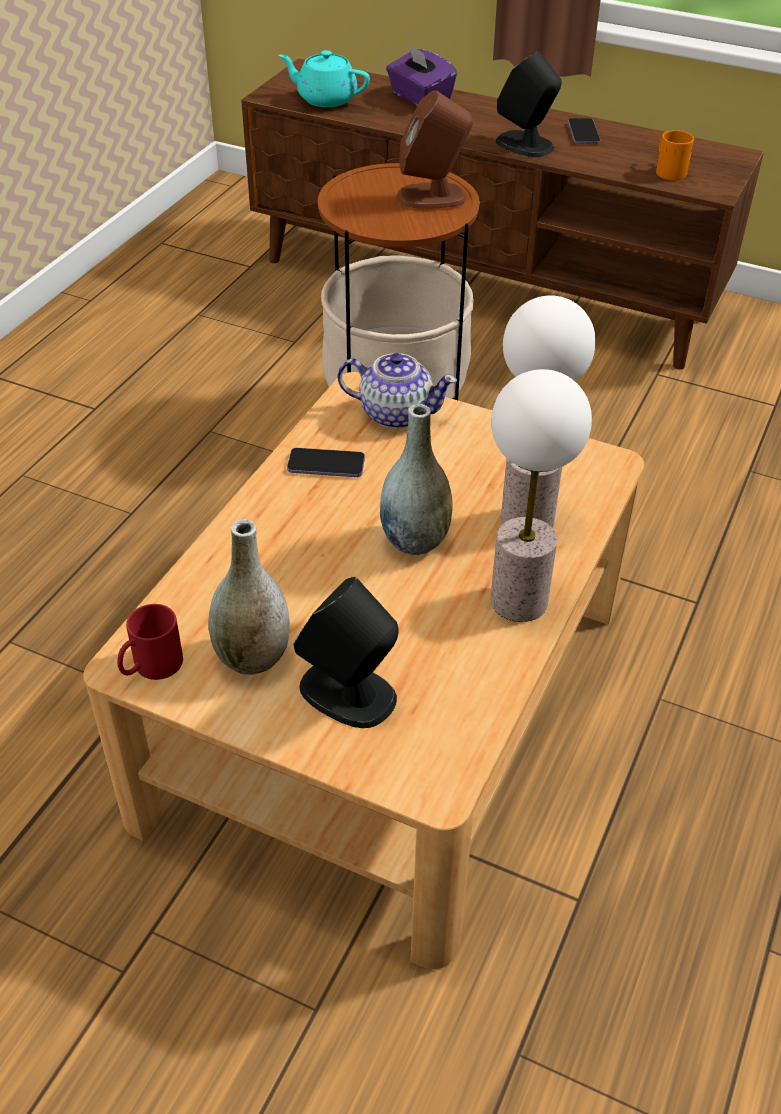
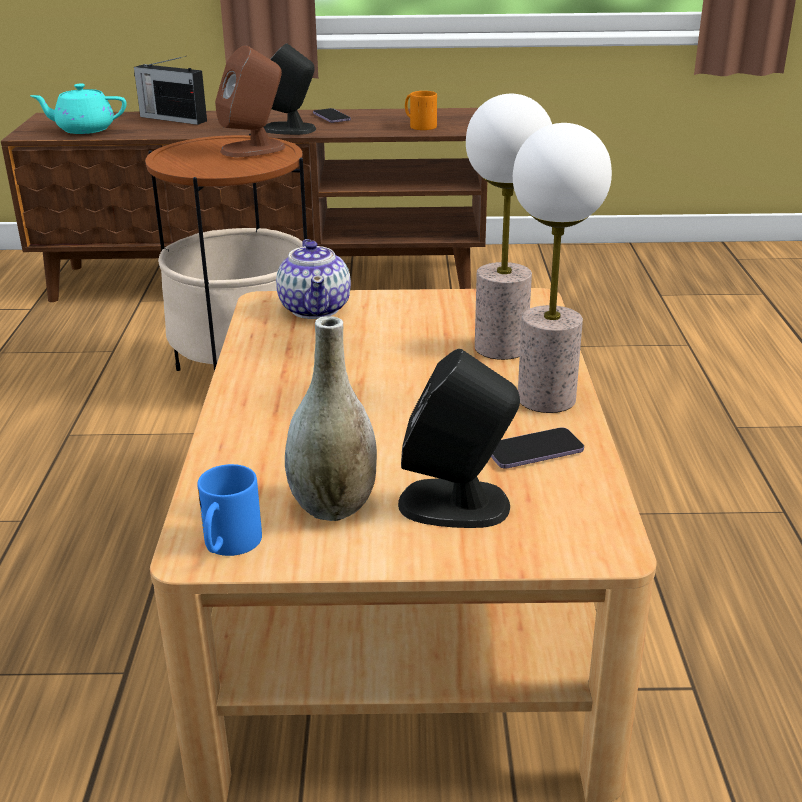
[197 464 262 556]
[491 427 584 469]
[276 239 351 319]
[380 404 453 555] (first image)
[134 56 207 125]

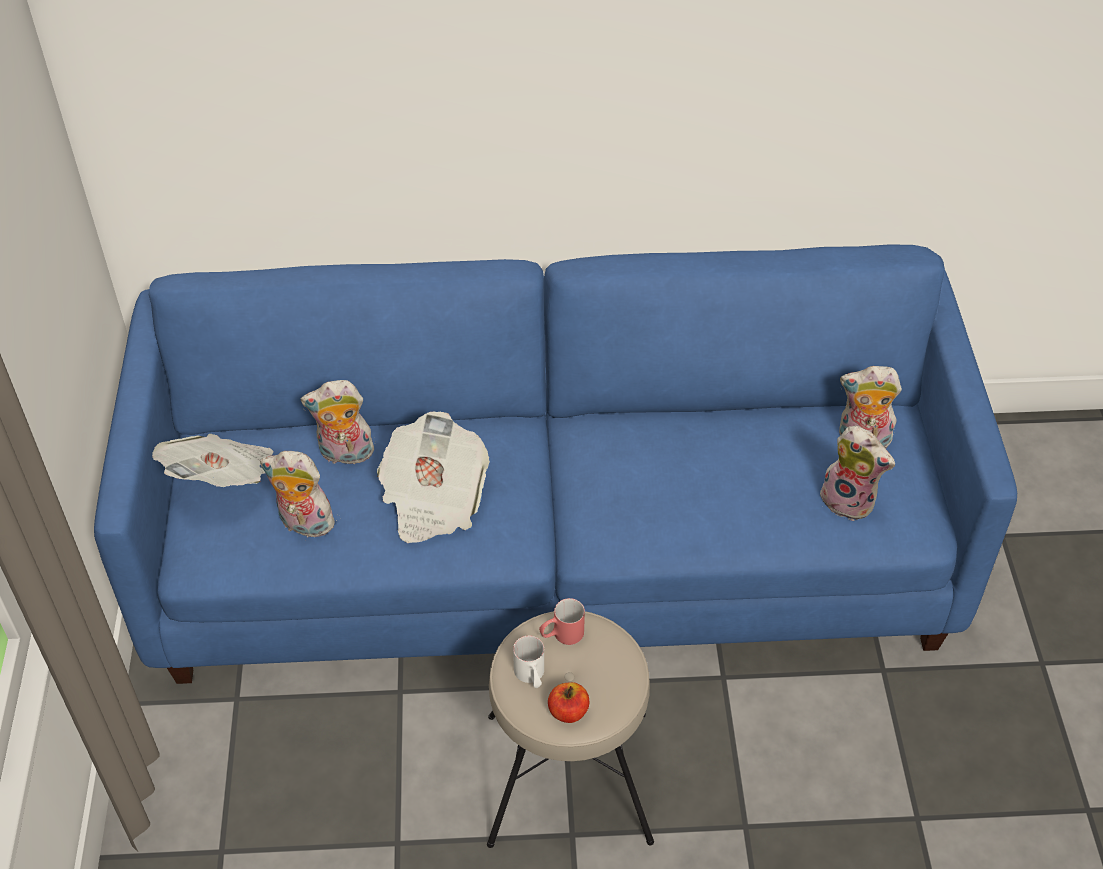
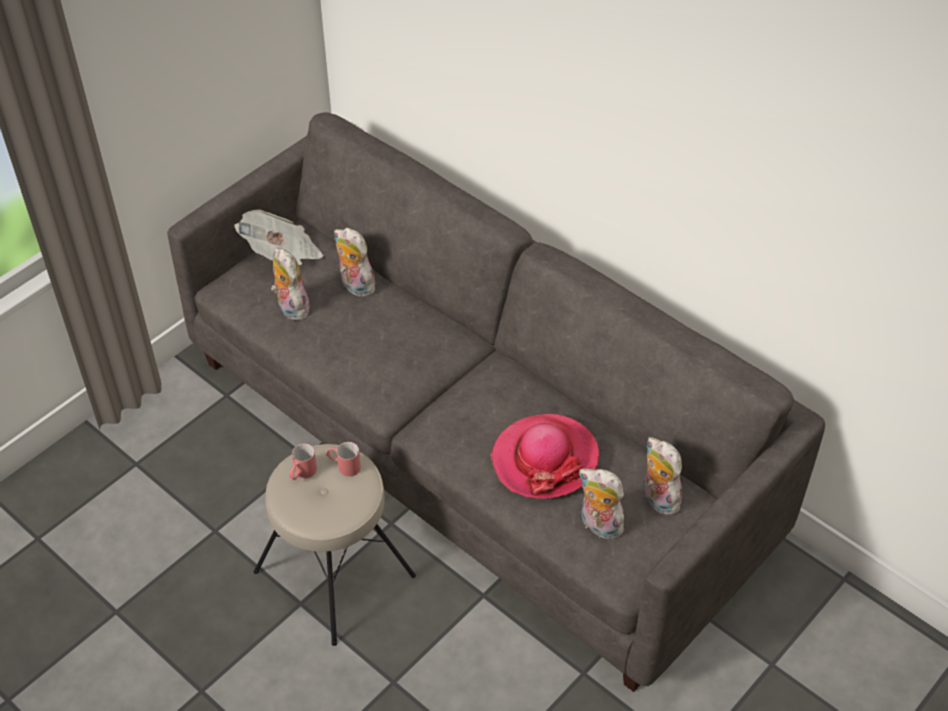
[167 112 825 692]
[377 411 490 543] (first image)
[289 444 317 480]
[548 682 589 723] (first image)
[579 469 624 540]
[491 414 599 499]

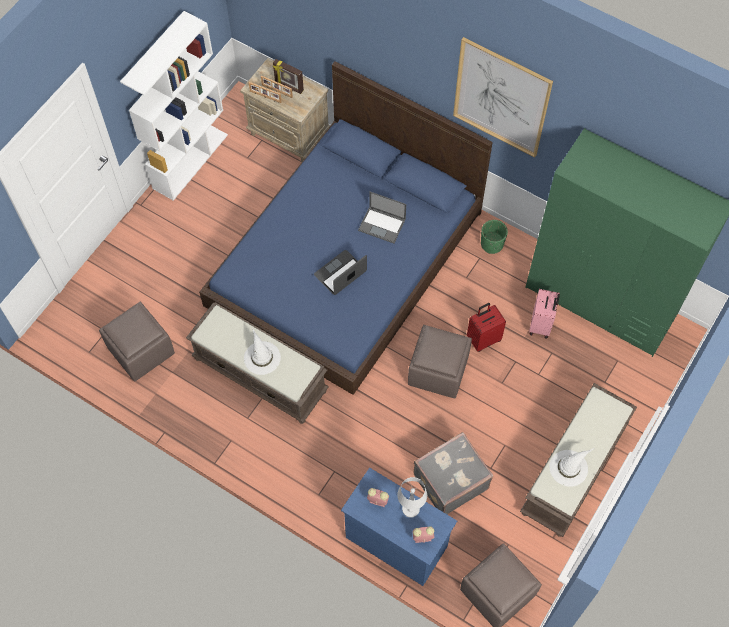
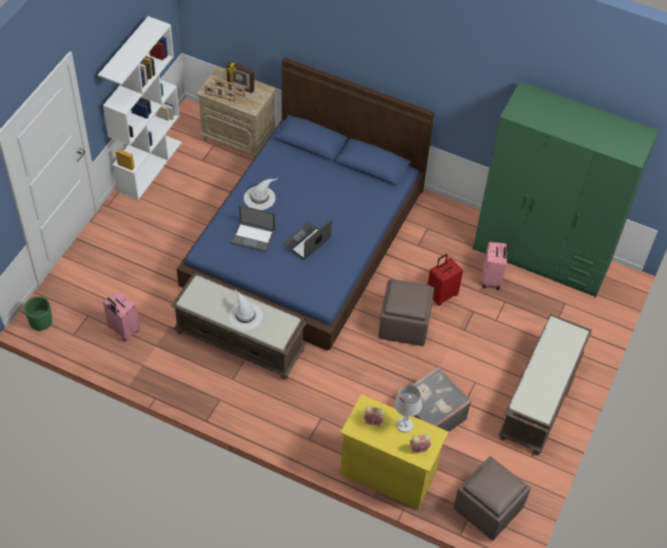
[103 291 140 341]
[340 394 449 509]
[231 205 275 252]
[453 37 553 157] (first image)
[24 296 52 331]
[244 178 278 210]

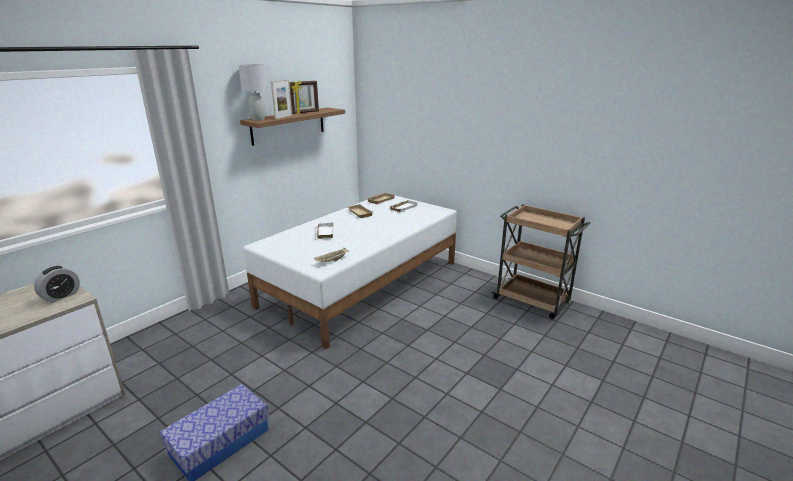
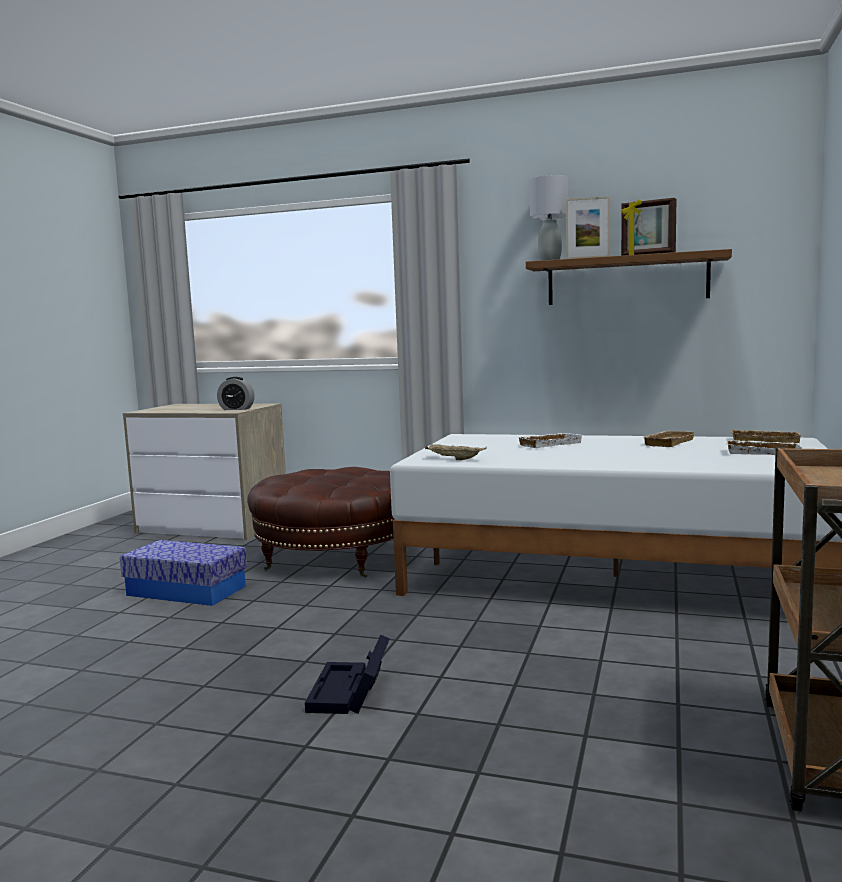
[247 467 394 578]
[305 634 390 714]

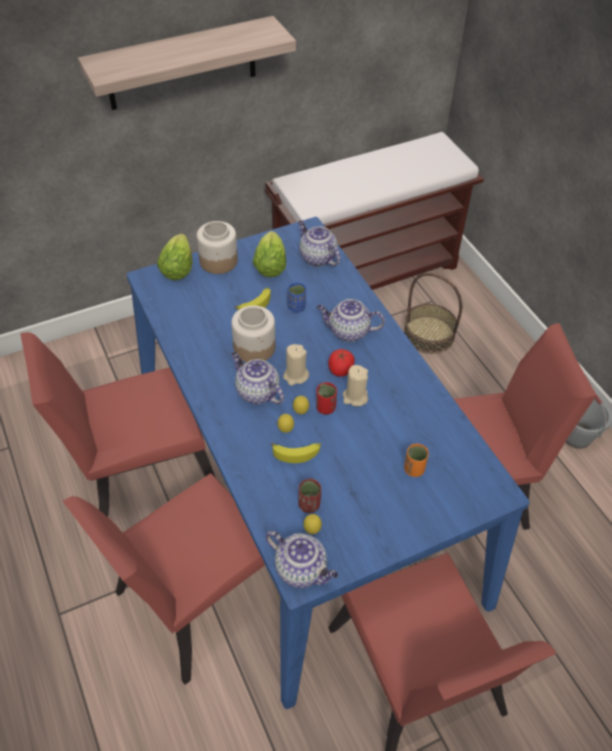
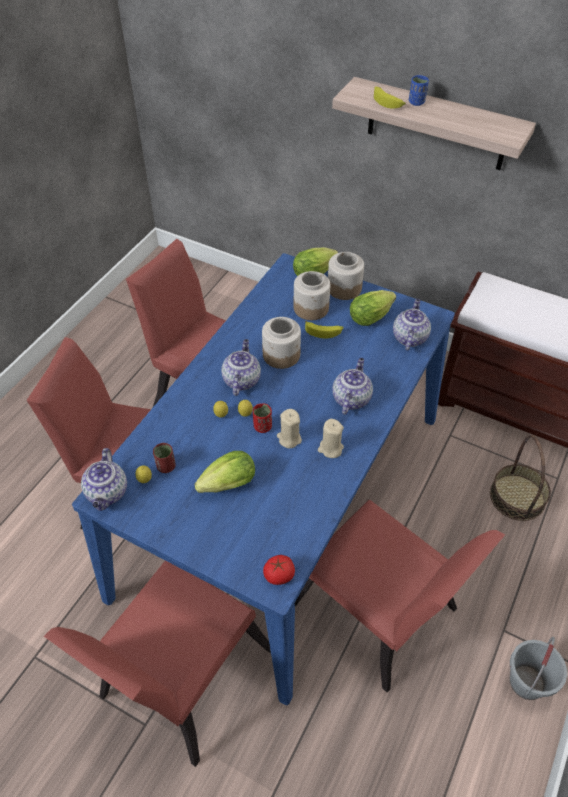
[374 86 406 109]
[318 419 344 458]
[409 75 429 106]
[333 358 373 415]
[263 555 295 585]
[404 444 429 477] (first image)
[195 451 255 493]
[294 271 330 320]

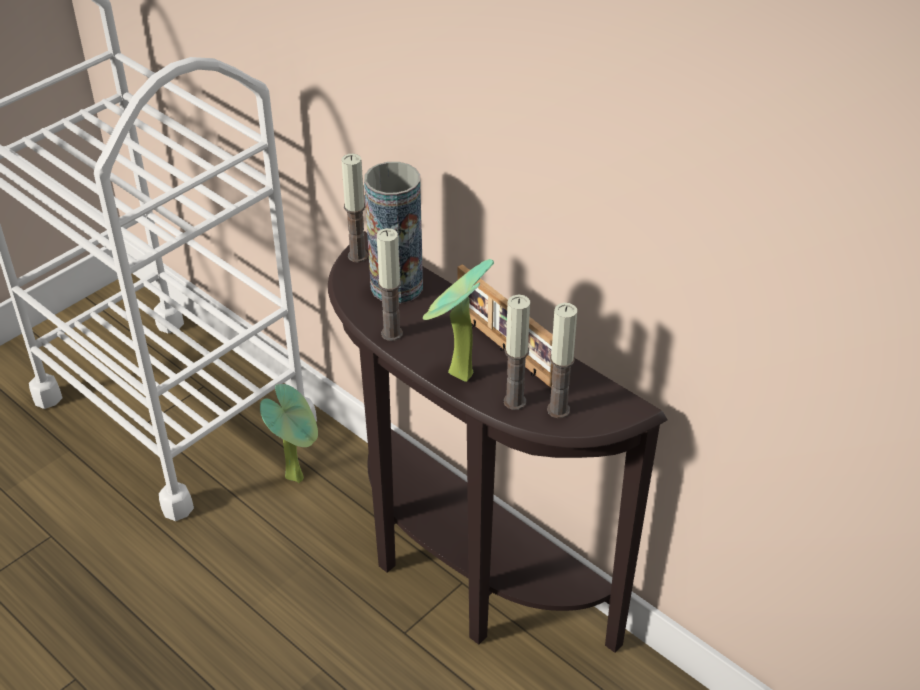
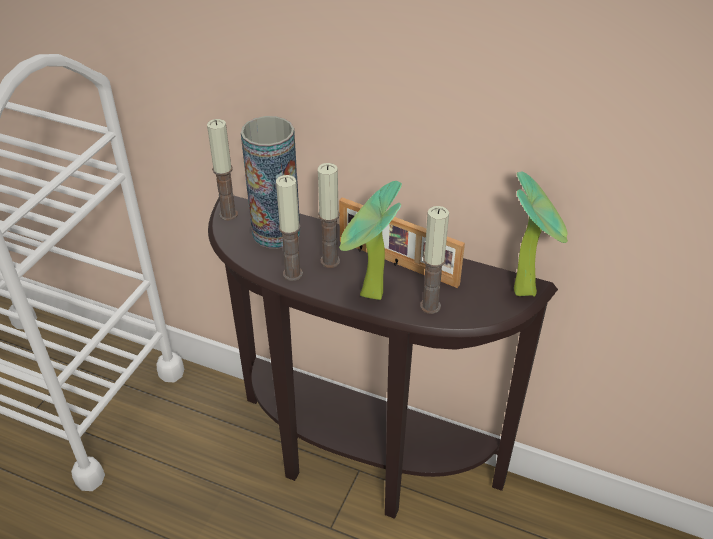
[514 172 568 297]
[318 163 340 268]

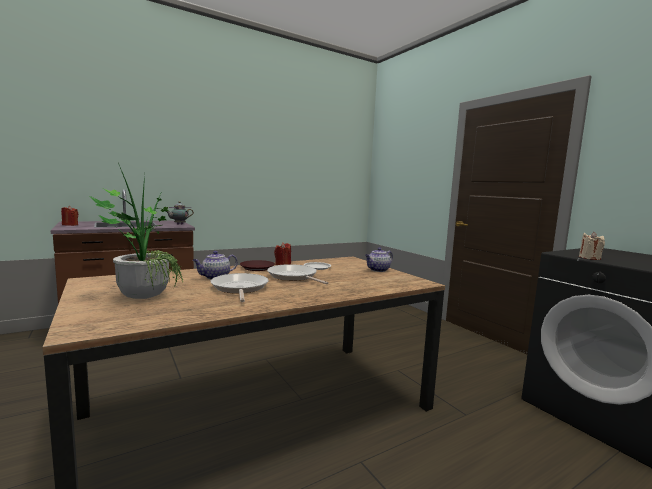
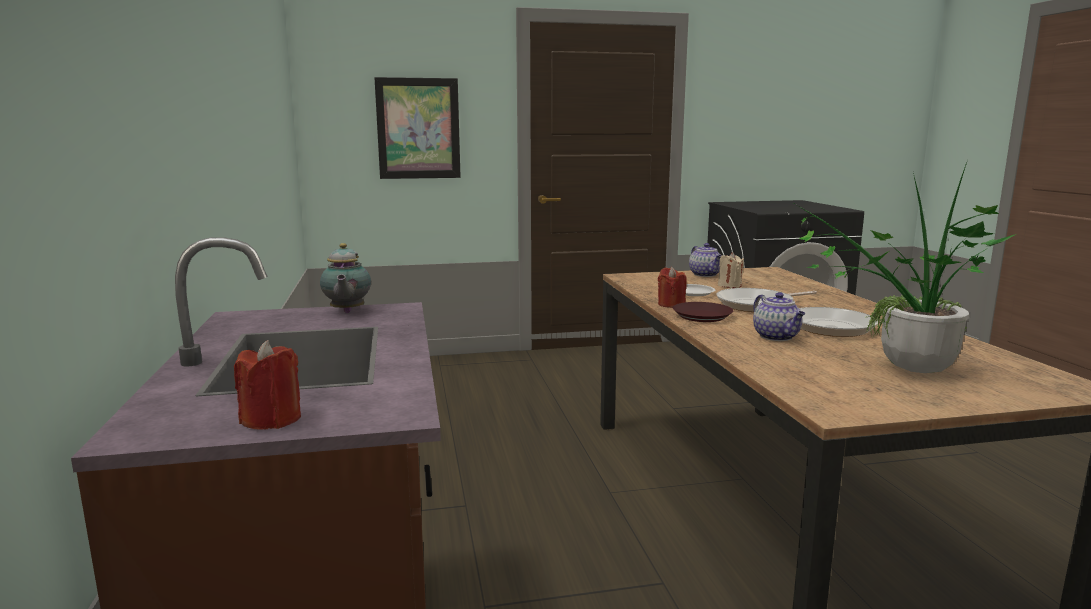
[718 252 744 288]
[374 77 461 179]

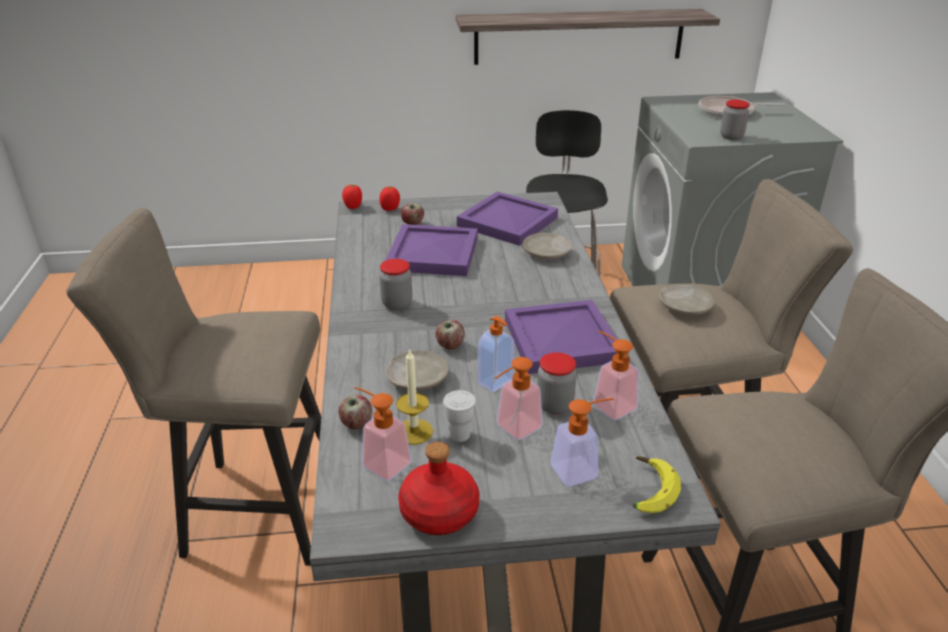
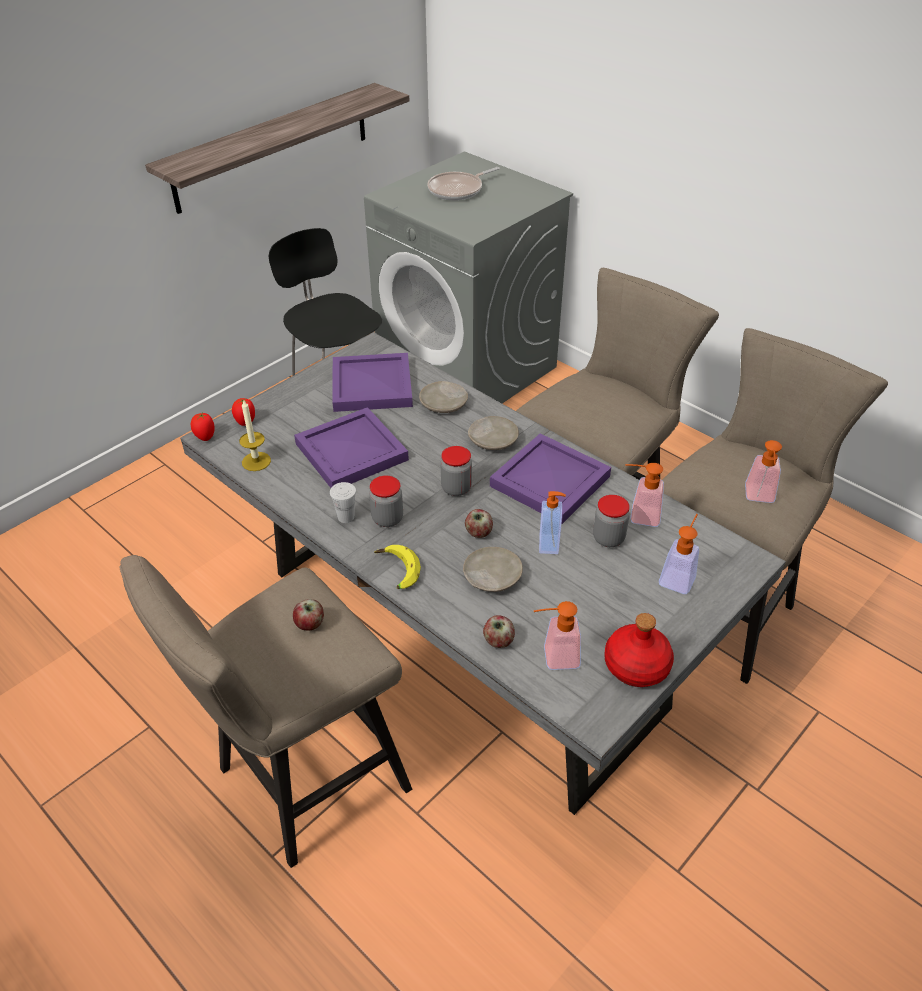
[239 400 271 471]
[293 599 324 630]
[330 482 356 523]
[745 440 782 503]
[374 545 421 589]
[468 416 519 450]
[441 446 472 496]

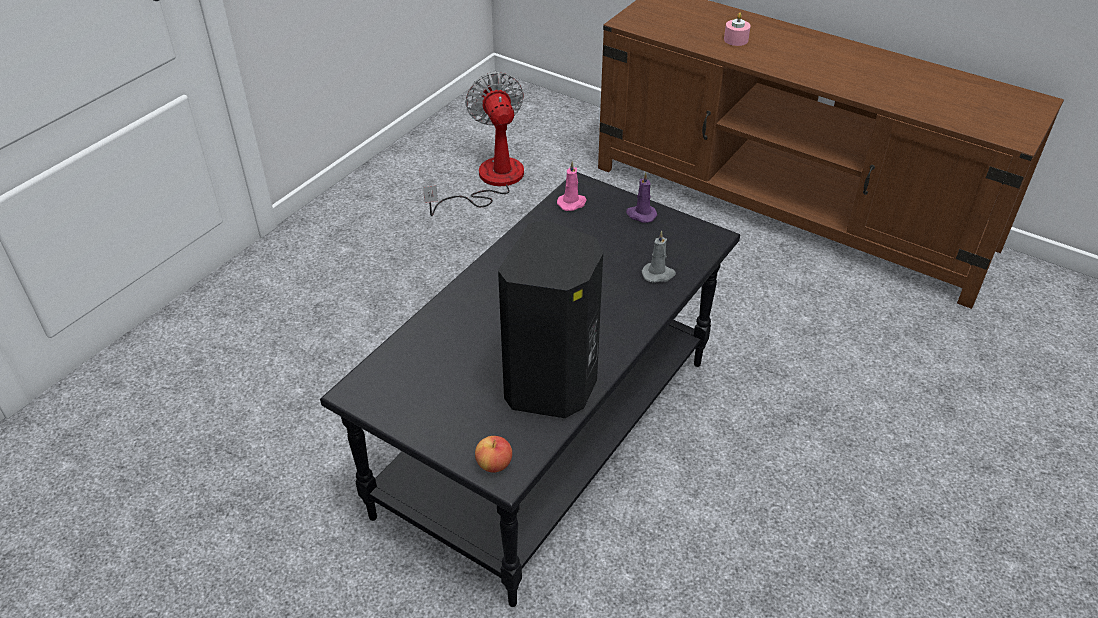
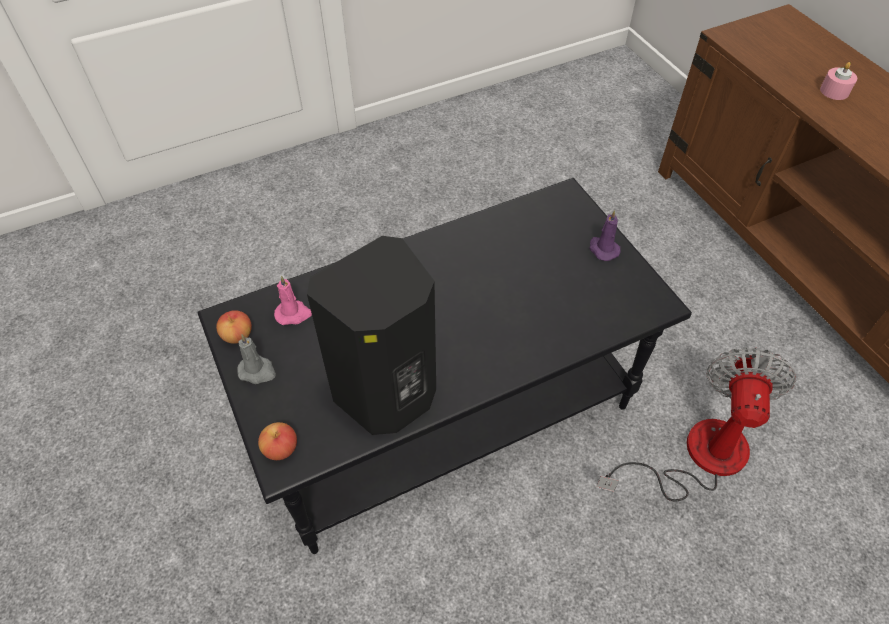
[597 347 796 501]
[274 275 312 325]
[237 334 276 384]
[216 310 252 344]

